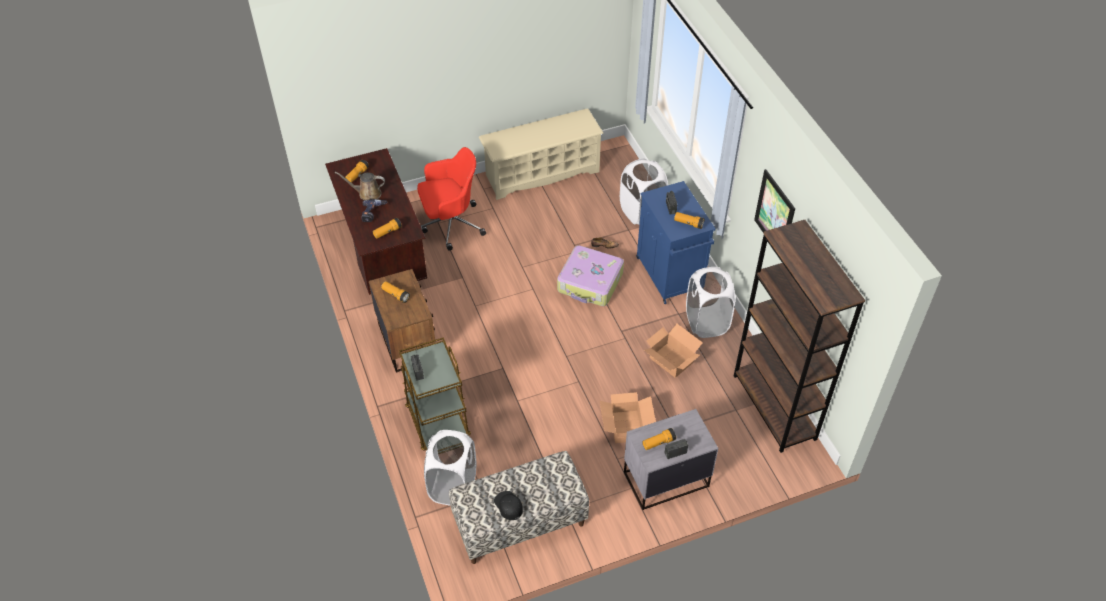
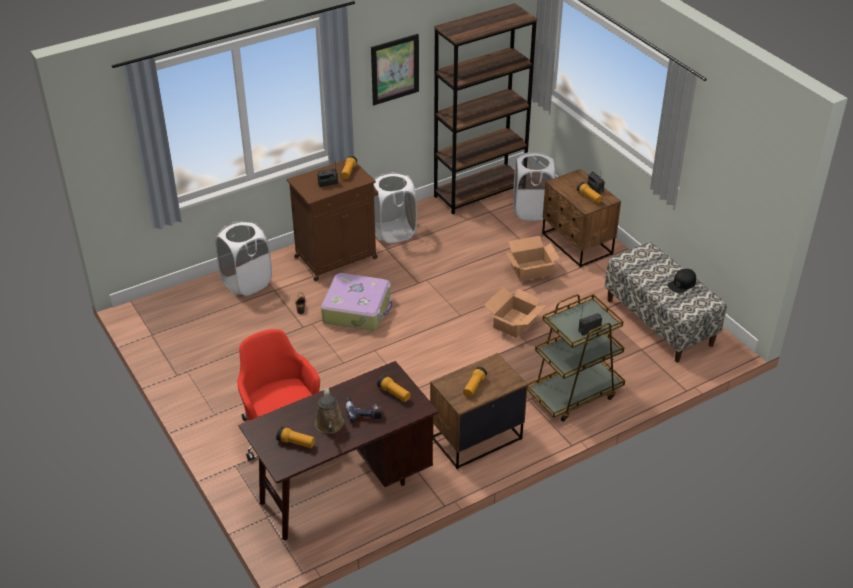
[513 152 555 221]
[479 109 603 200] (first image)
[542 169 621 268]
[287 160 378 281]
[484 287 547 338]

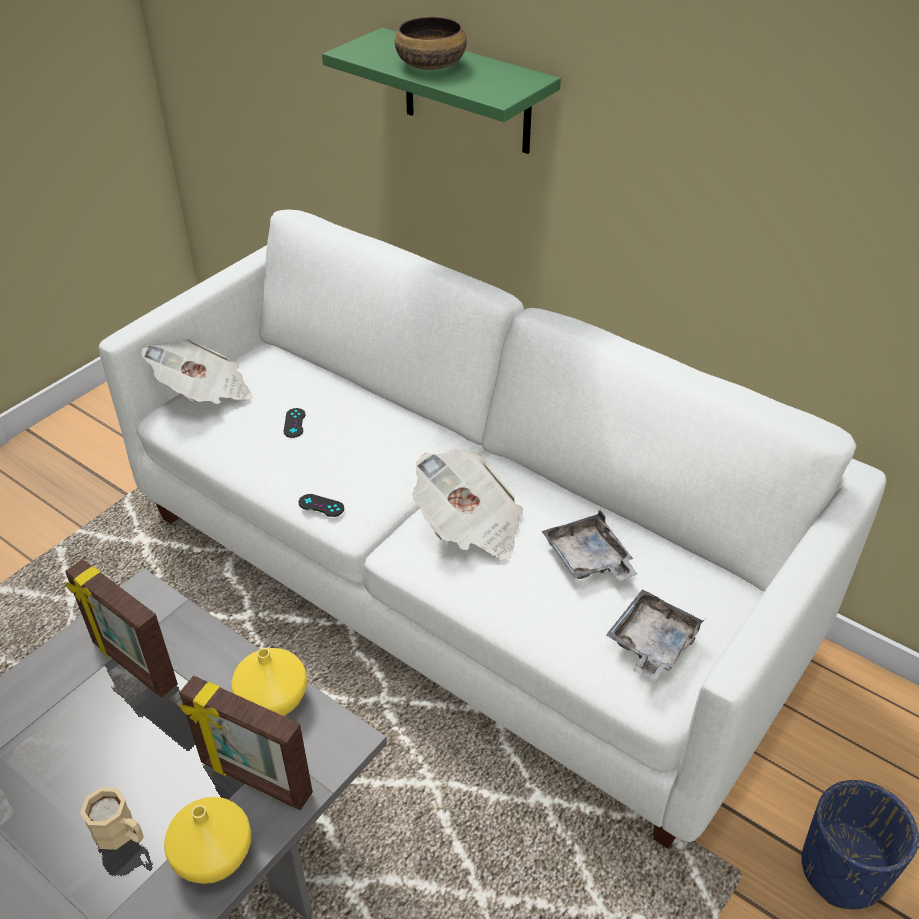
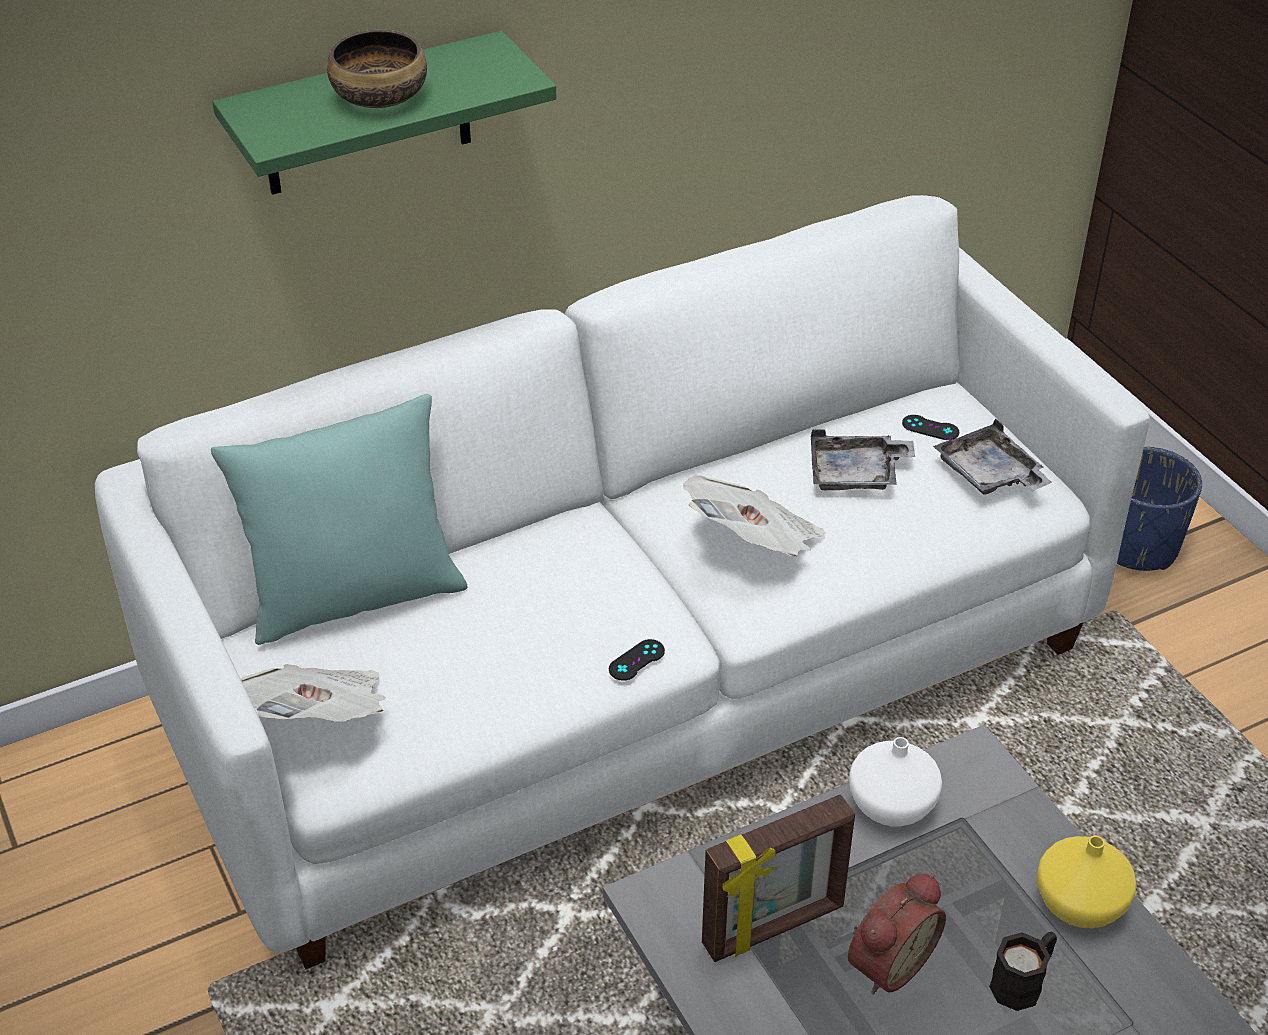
[989 931 1057 1011]
[179 675 313 810] (first image)
[849 737 942 826]
[902 415 959 440]
[211 394 468 645]
[848 873 946 994]

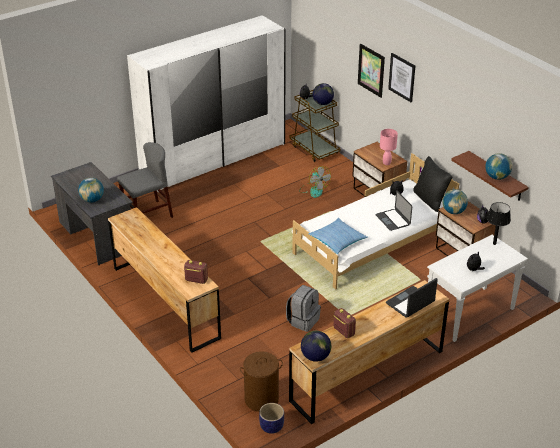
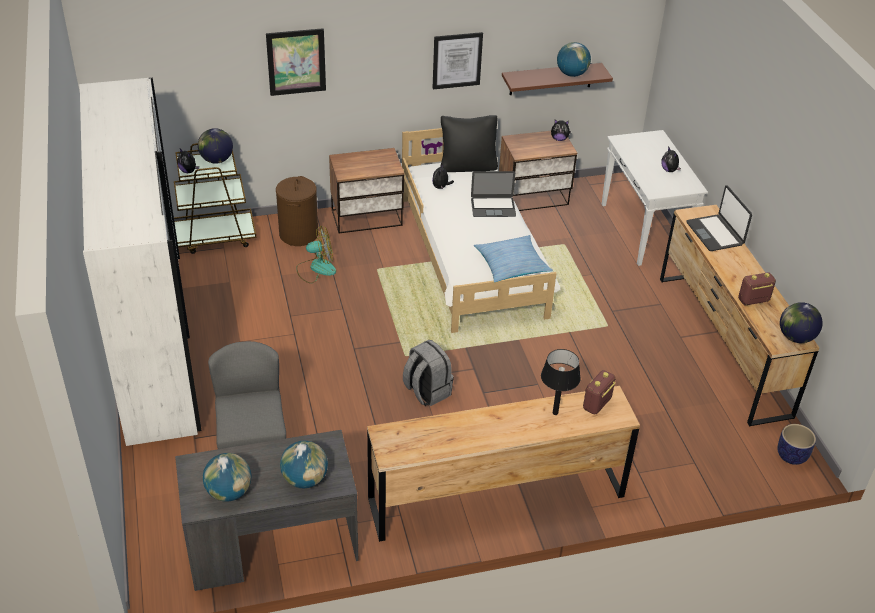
[276 176 318 246]
[403 340 454 406]
[380 129 398 165] (first image)
[433 32 483 90]
[202 453 251 502]
[541 349 581 415]

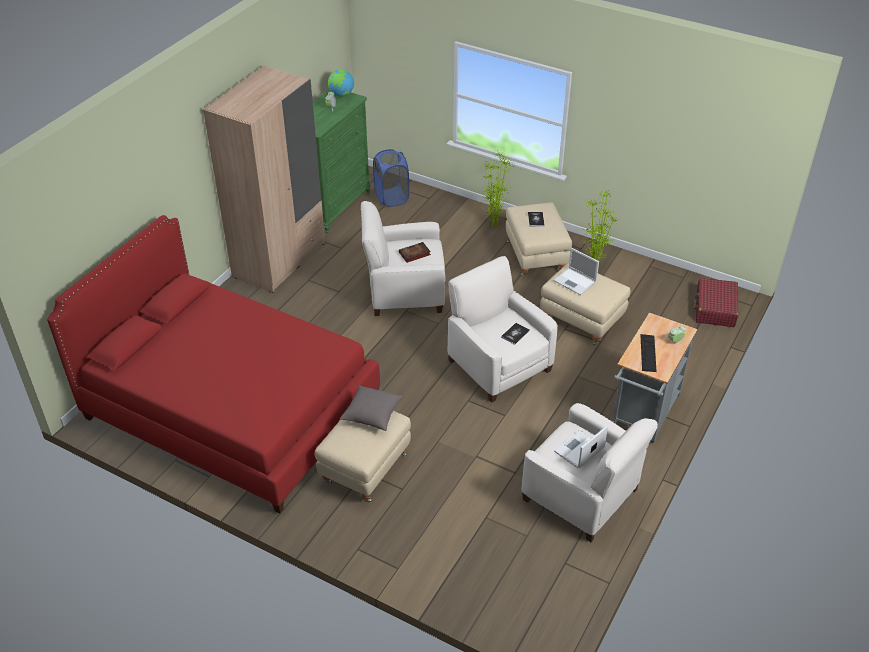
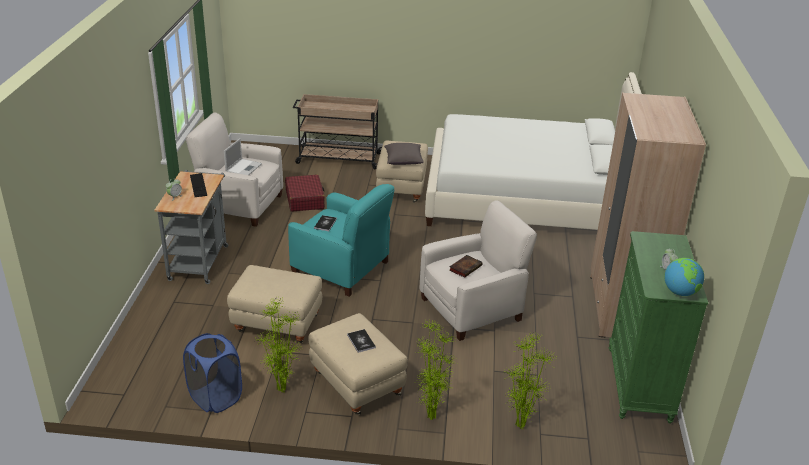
[425 72 642 230]
[183 333 242 413]
[288 184 394 297]
[553 248 599 295] (first image)
[285 174 325 212]
[293 94 382 170]
[504 333 557 429]

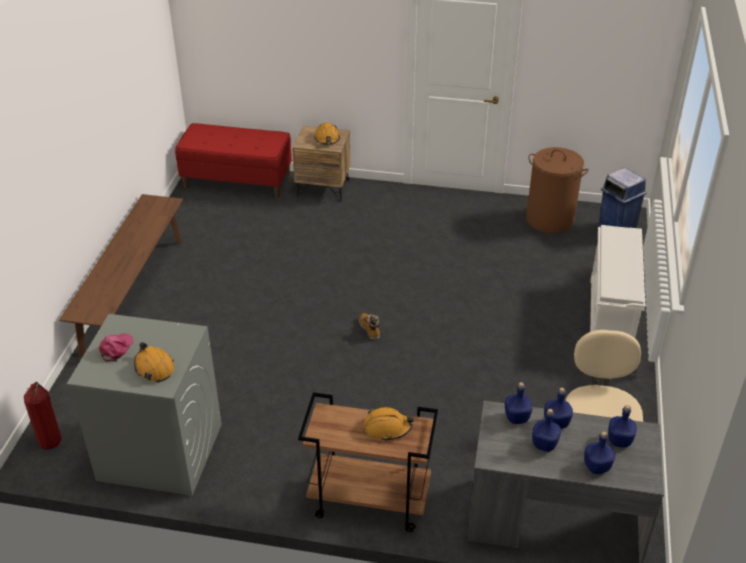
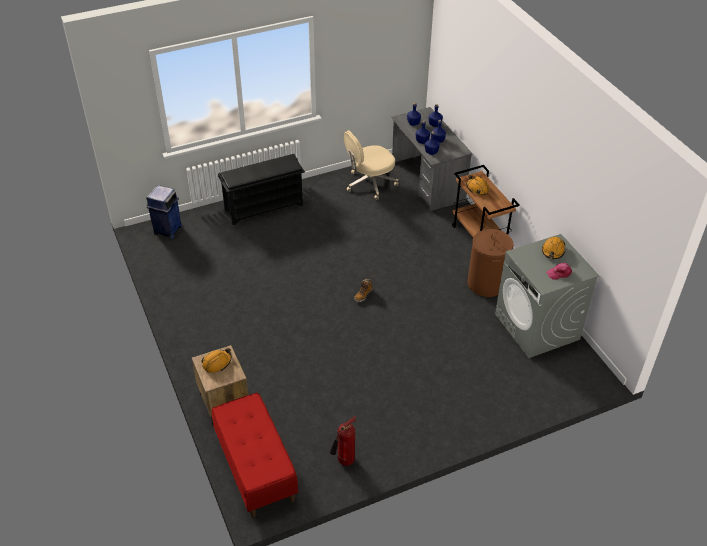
[330 416 356 466]
[59 194 183 356] (first image)
[468 227 513 297]
[218 154 305 225]

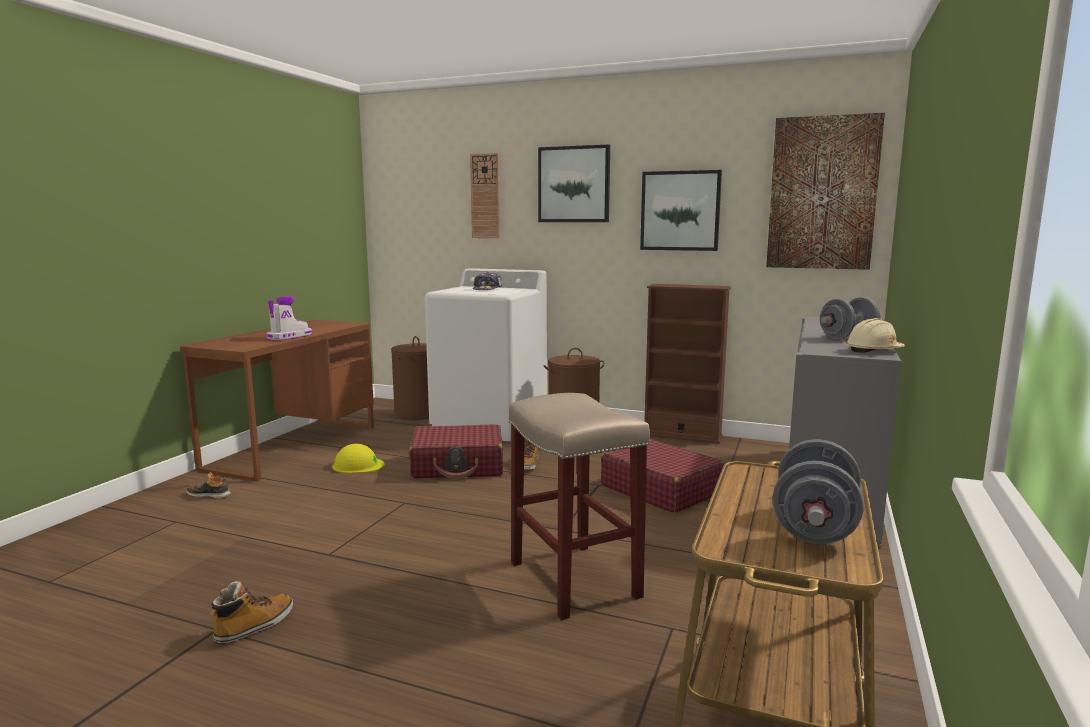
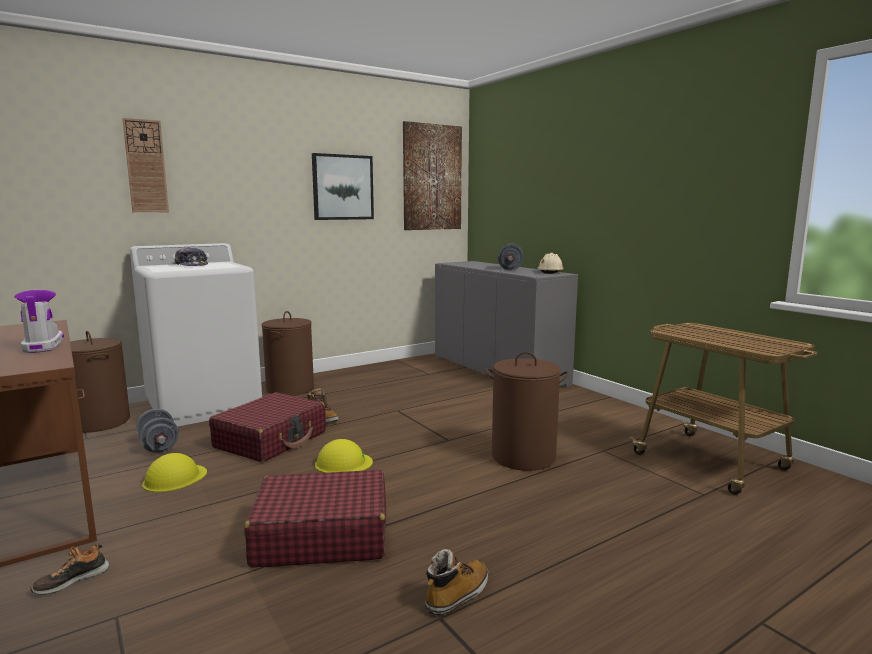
[425 549 488 615]
[485 352 569 471]
[538 145 610 222] (first image)
[244 470 386 568]
[644 284 731 444] (first image)
[136 409 179 453]
[315 439 373 473]

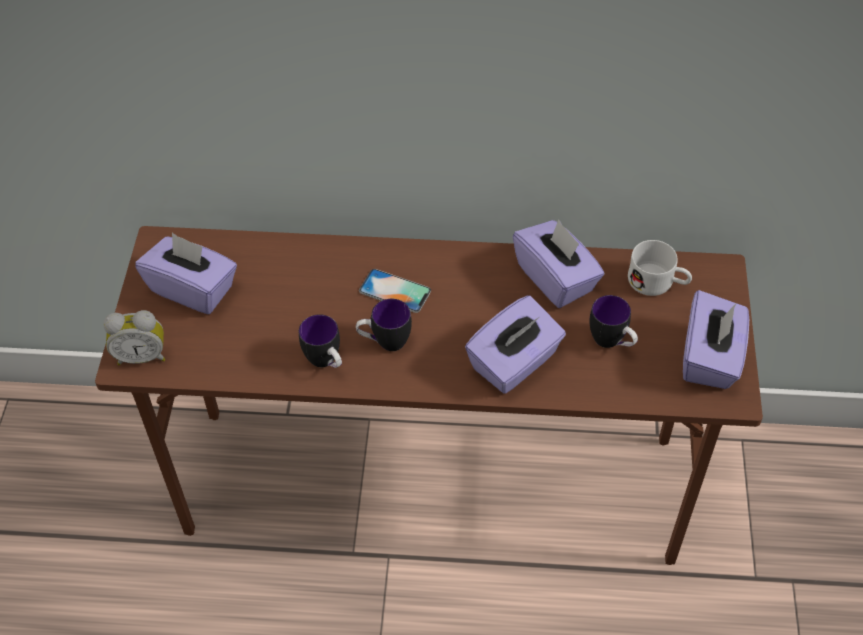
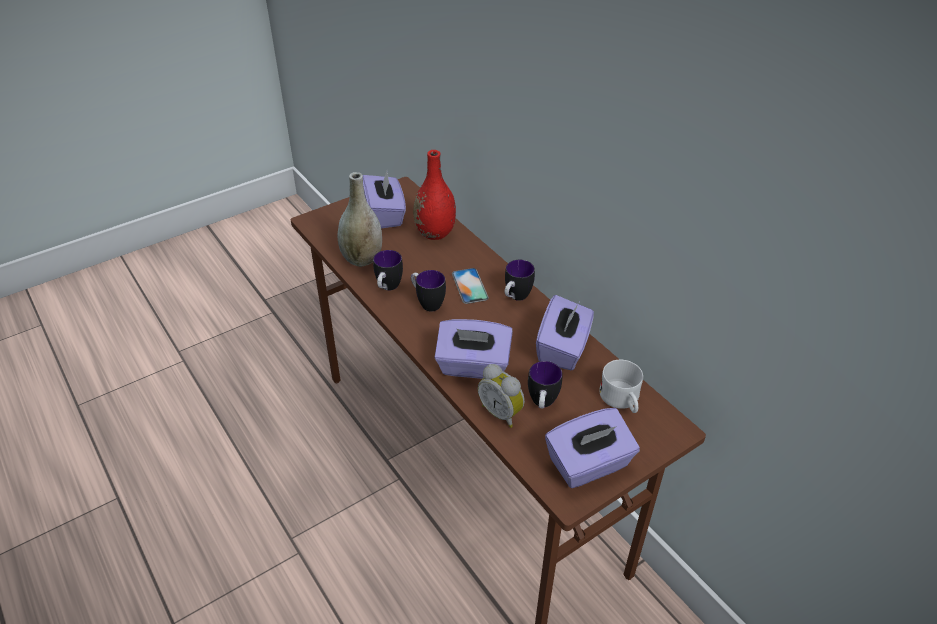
[478 364 525 428]
[337 172 382 267]
[413 150 456 240]
[505 260 535 301]

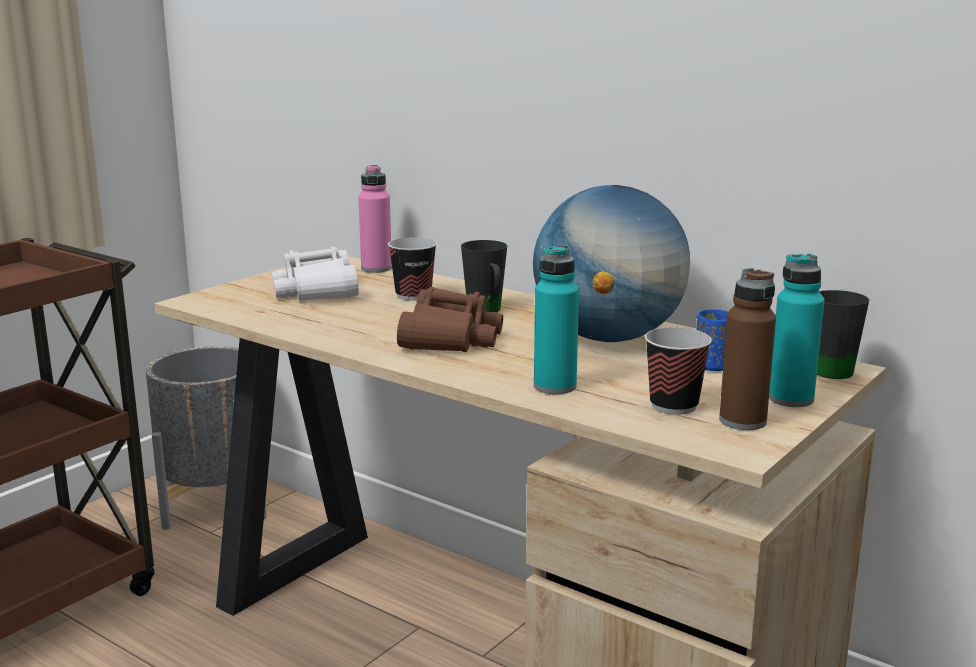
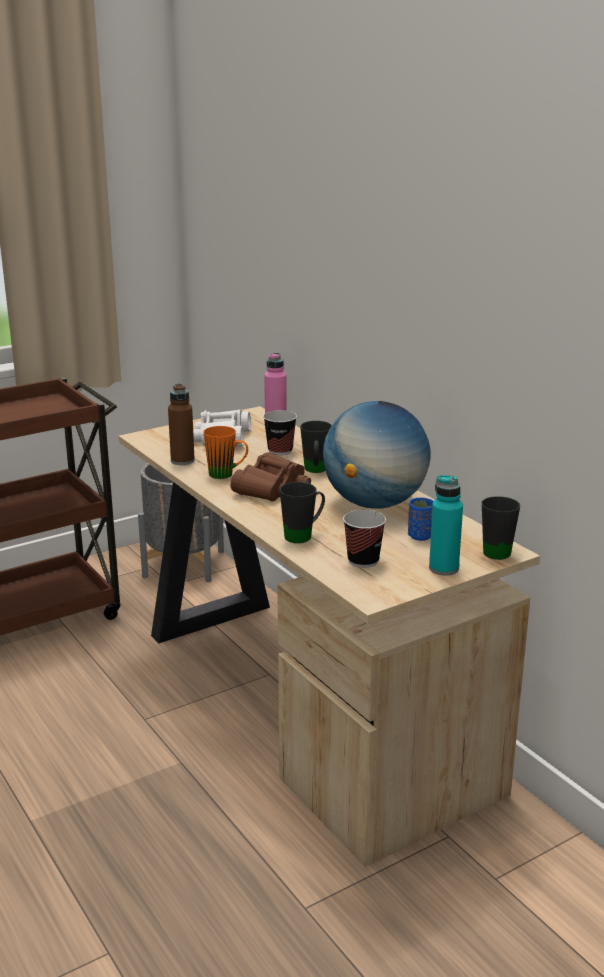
[280 482 325 543]
[168 383 195 465]
[203 426 248 479]

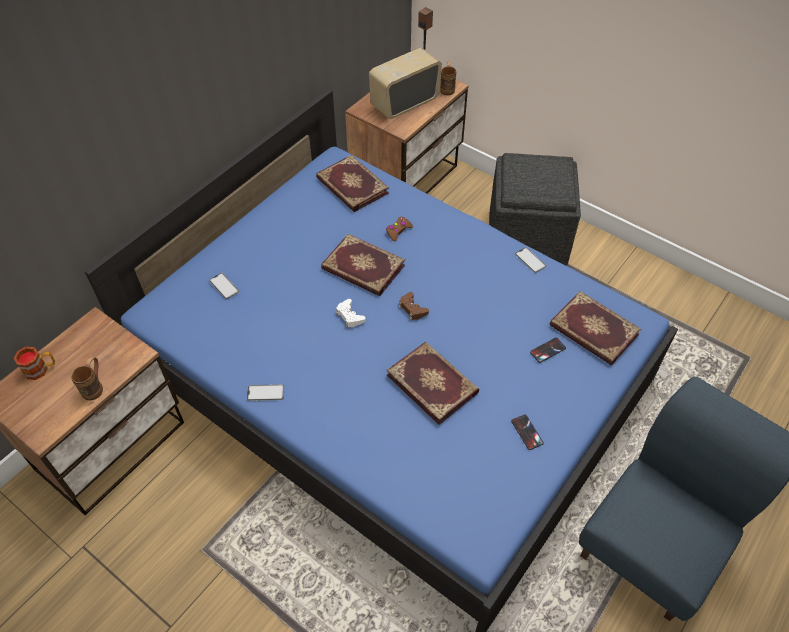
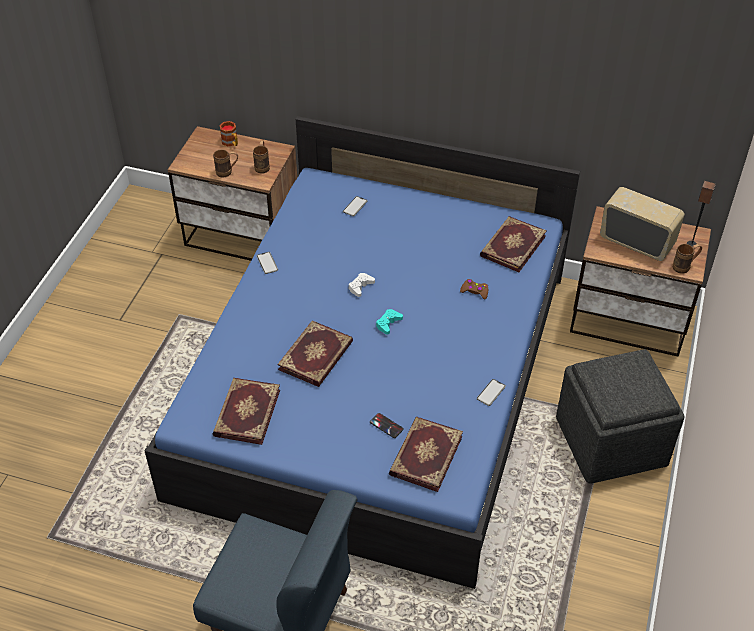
[213 378 280 445]
[376 309 403 335]
[511 414 544 450] (first image)
[253 141 270 174]

